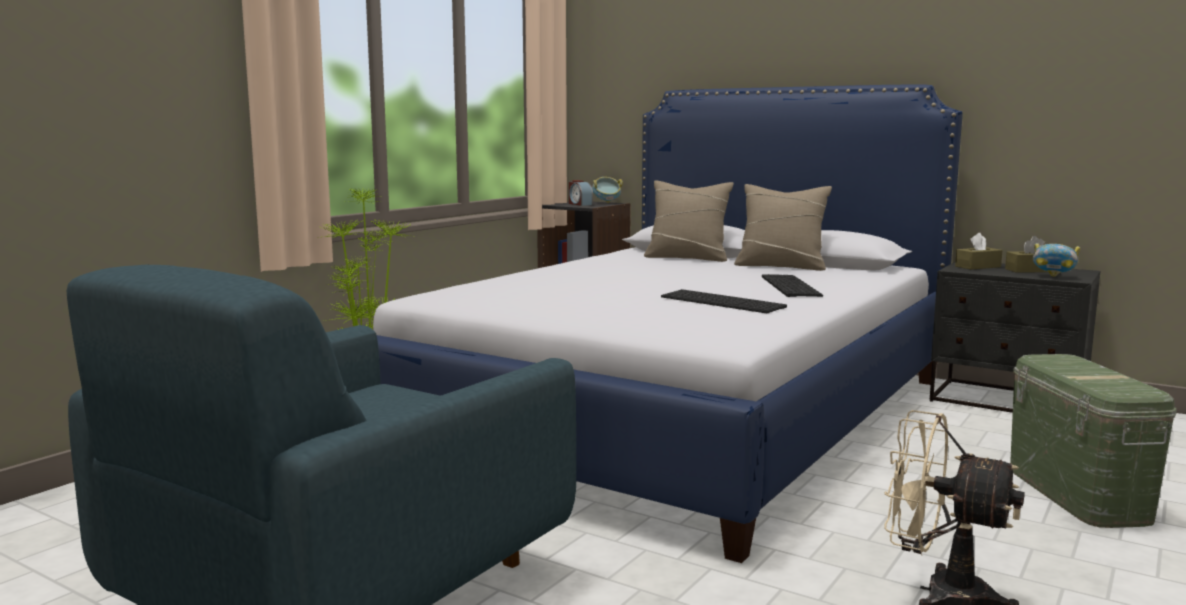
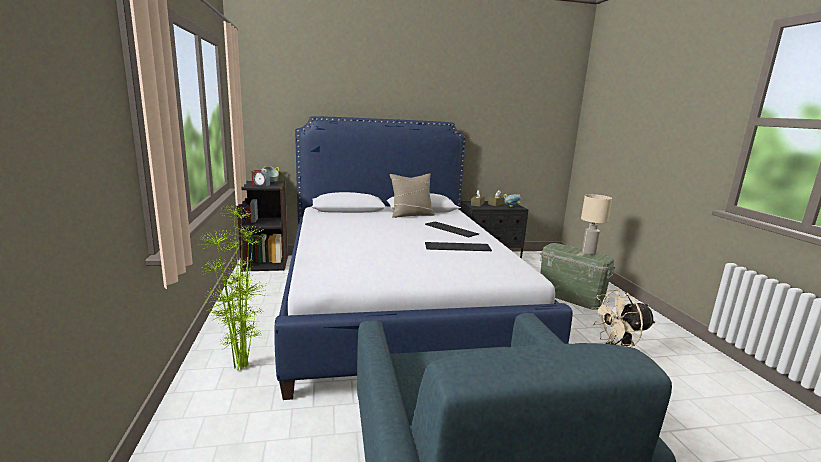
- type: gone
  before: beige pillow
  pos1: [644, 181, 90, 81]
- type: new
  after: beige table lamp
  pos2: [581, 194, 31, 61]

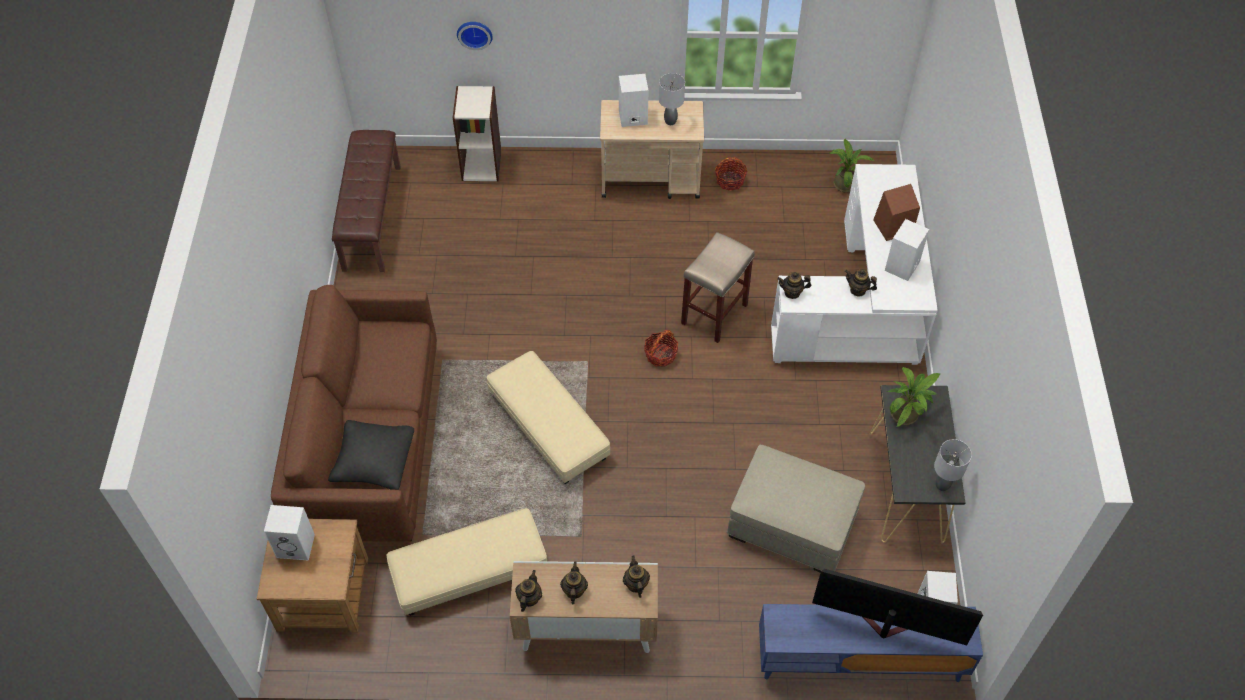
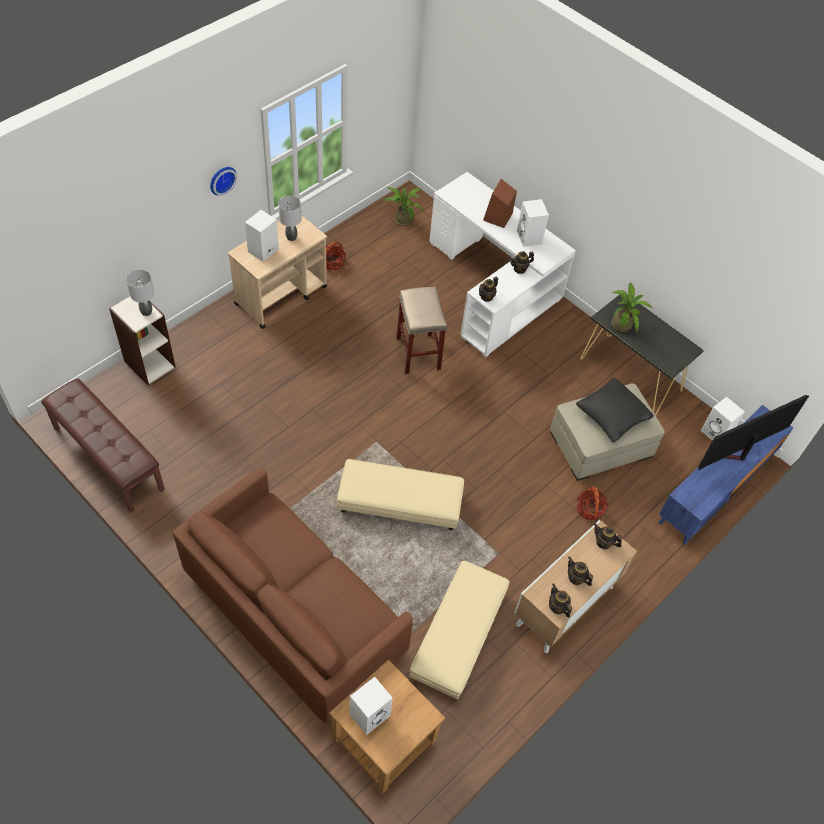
- type: shifted
  before: black pillow
  pos1: [328, 420, 86, 70]
  pos2: [576, 378, 78, 65]
- type: shifted
  before: wall clock
  pos1: [457, 22, 36, 28]
  pos2: [210, 167, 27, 29]
- type: shifted
  before: basket
  pos1: [644, 330, 34, 37]
  pos2: [577, 486, 31, 34]
- type: shifted
  before: grey table lamp
  pos1: [934, 439, 38, 52]
  pos2: [126, 269, 28, 47]

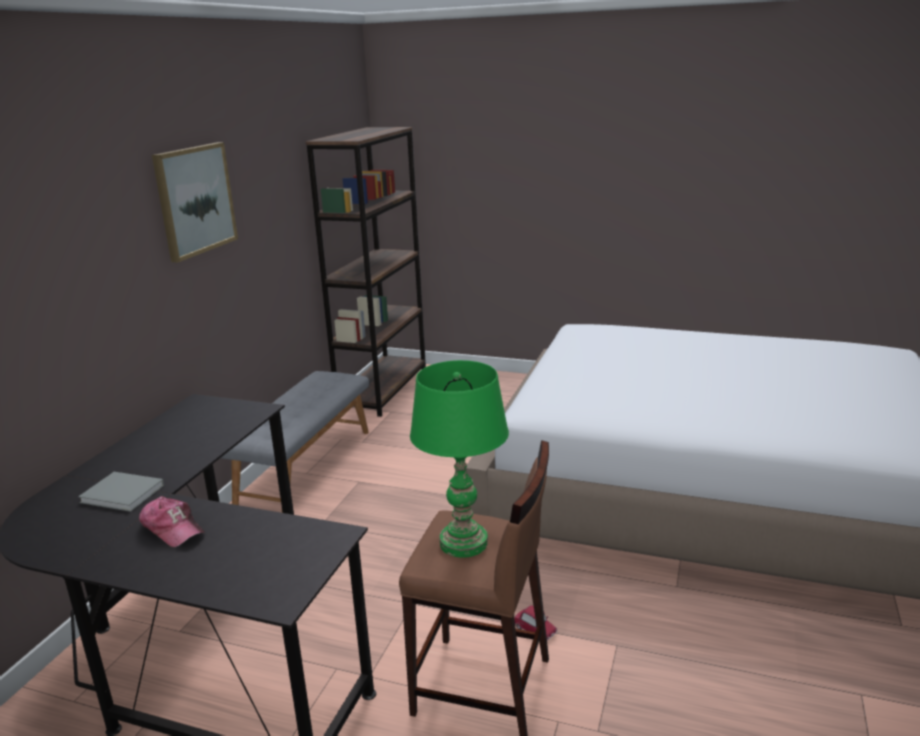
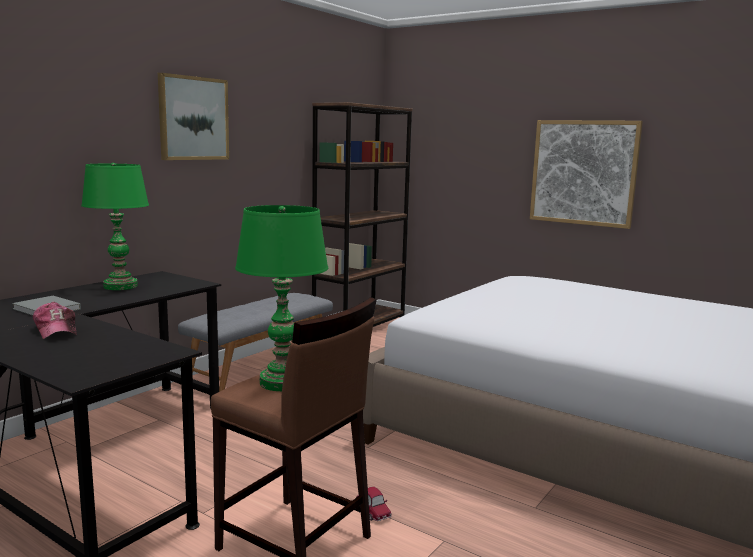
- type: new
  after: green table lamp
  pos2: [81, 163, 68, 127]
- type: new
  after: picture
  pos2: [530, 120, 113, 109]

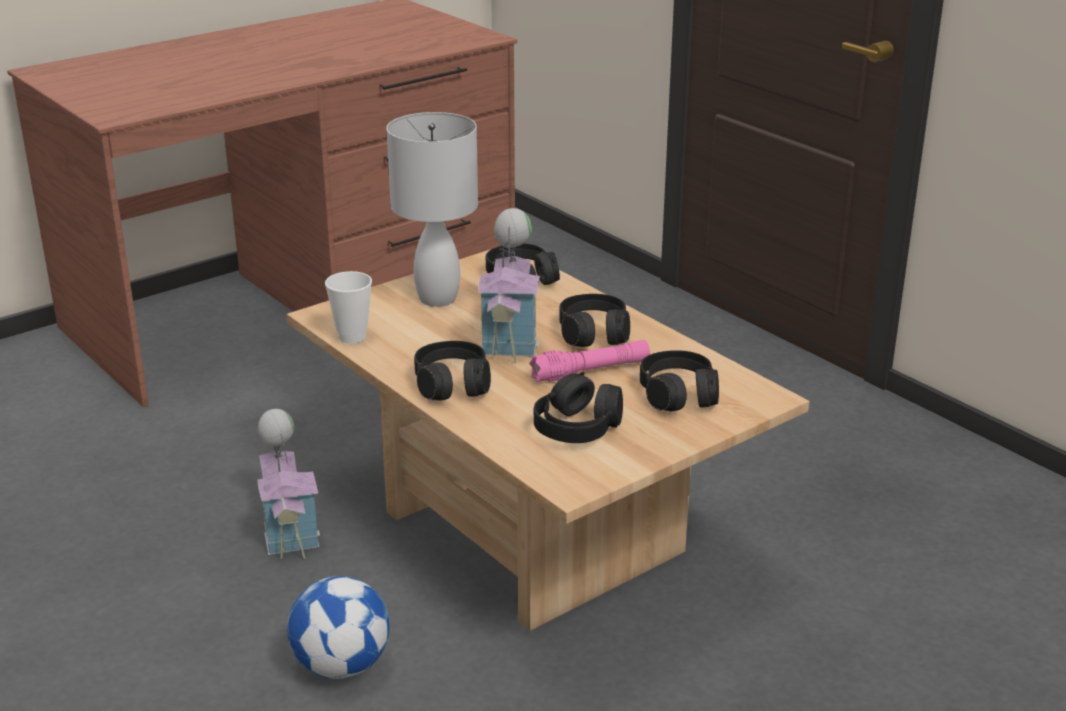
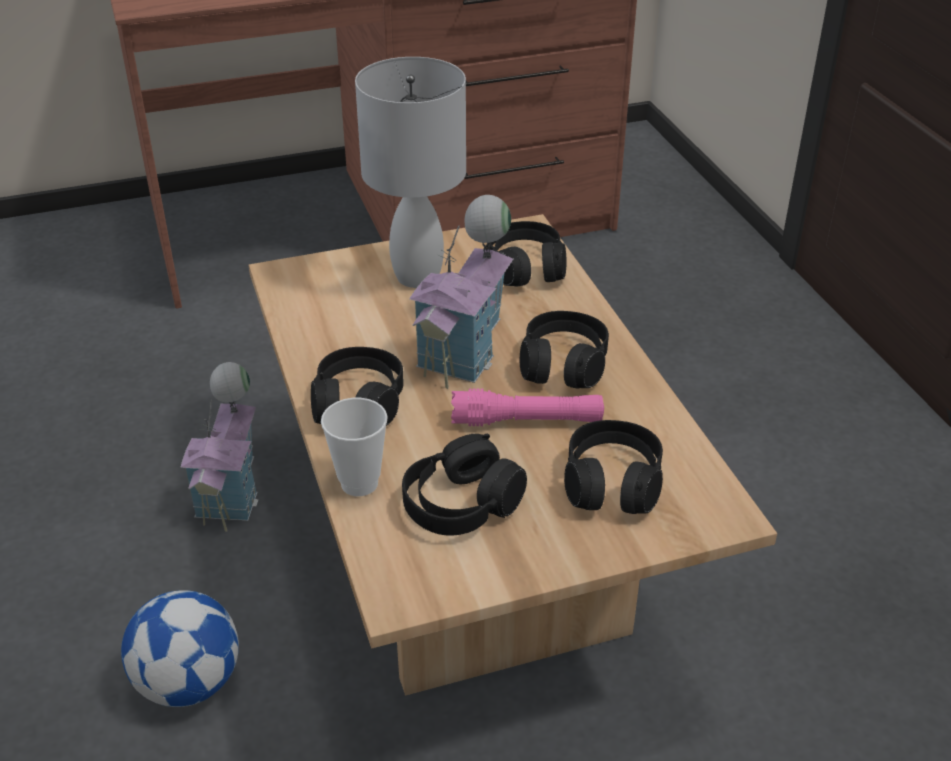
- type: shifted
  before: cup
  pos1: [325, 271, 47, 73]
  pos2: [321, 398, 67, 98]

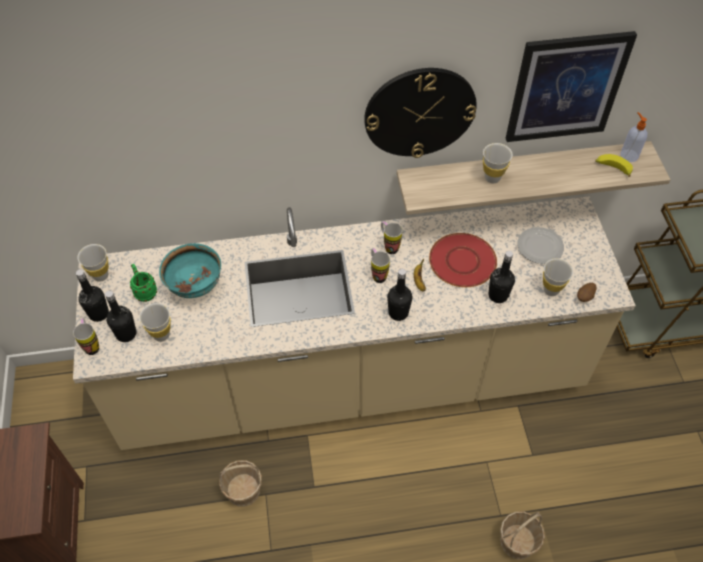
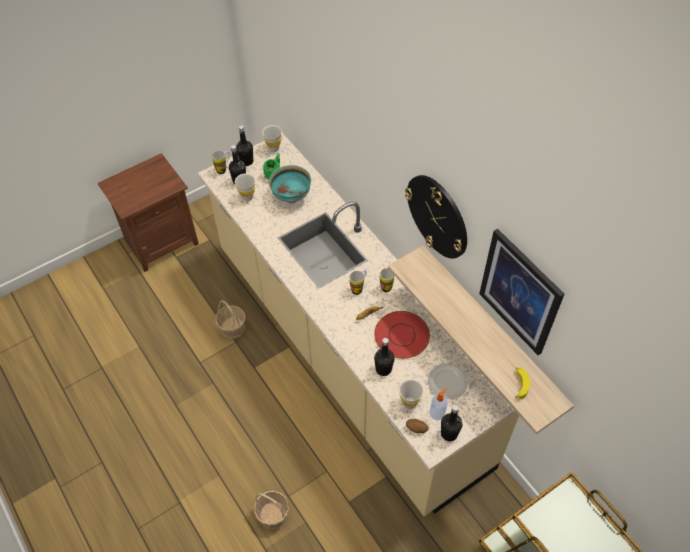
- type: gone
  before: white cup
  pos1: [483, 143, 30, 40]
- type: shifted
  before: black bottle
  pos1: [387, 269, 26, 52]
  pos2: [441, 405, 21, 36]
- type: shifted
  before: soap dispenser
  pos1: [620, 112, 27, 50]
  pos2: [430, 388, 18, 32]

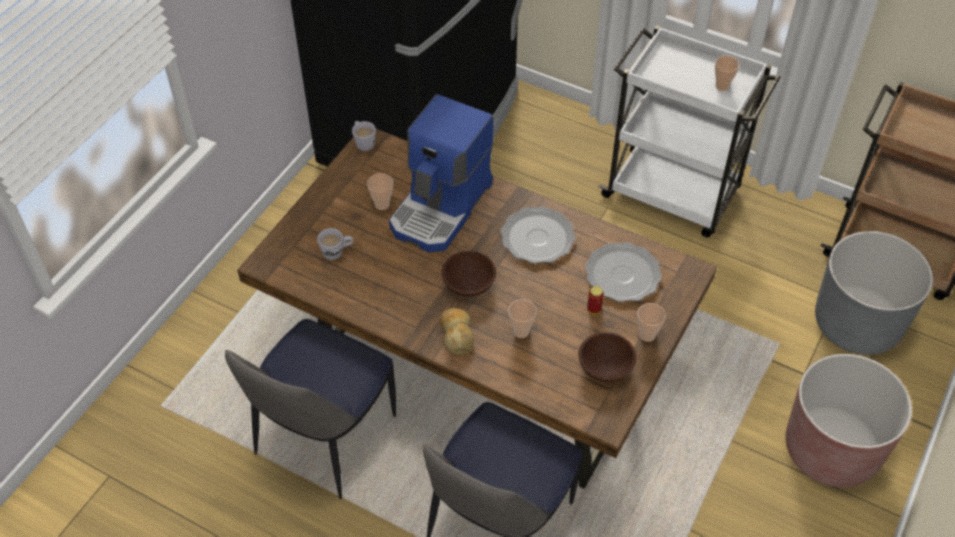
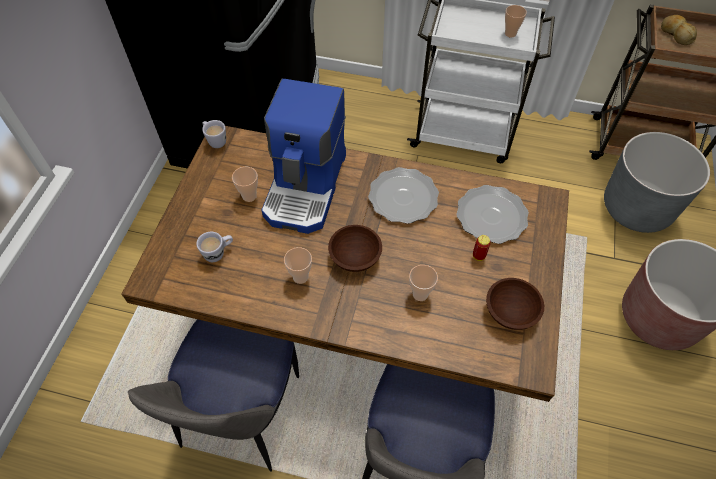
- type: shifted
  before: bread
  pos1: [439, 308, 35, 47]
  pos2: [661, 15, 36, 30]
- type: shifted
  before: cup
  pos1: [637, 303, 29, 39]
  pos2: [284, 247, 28, 37]

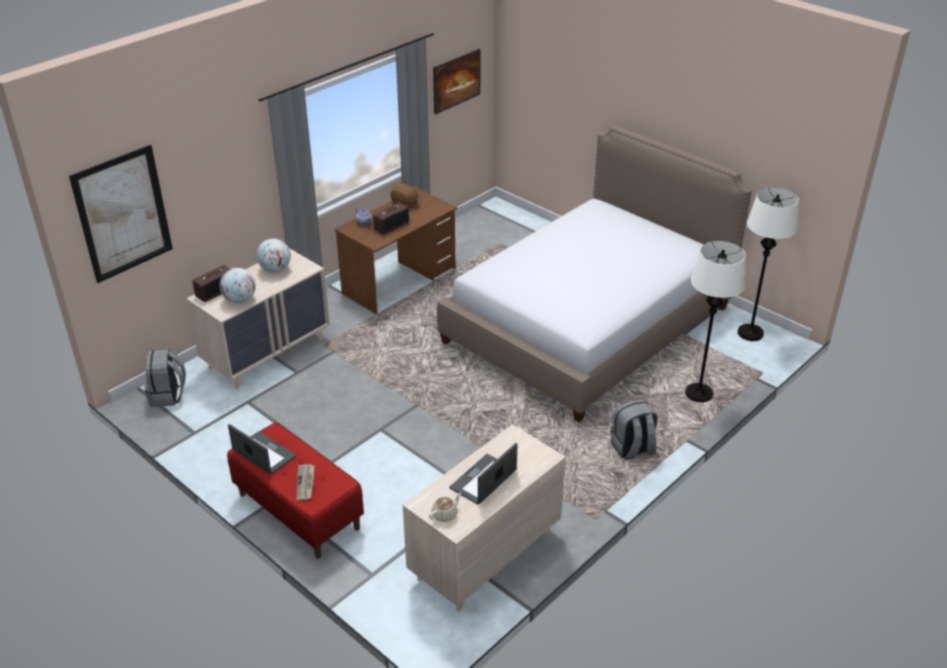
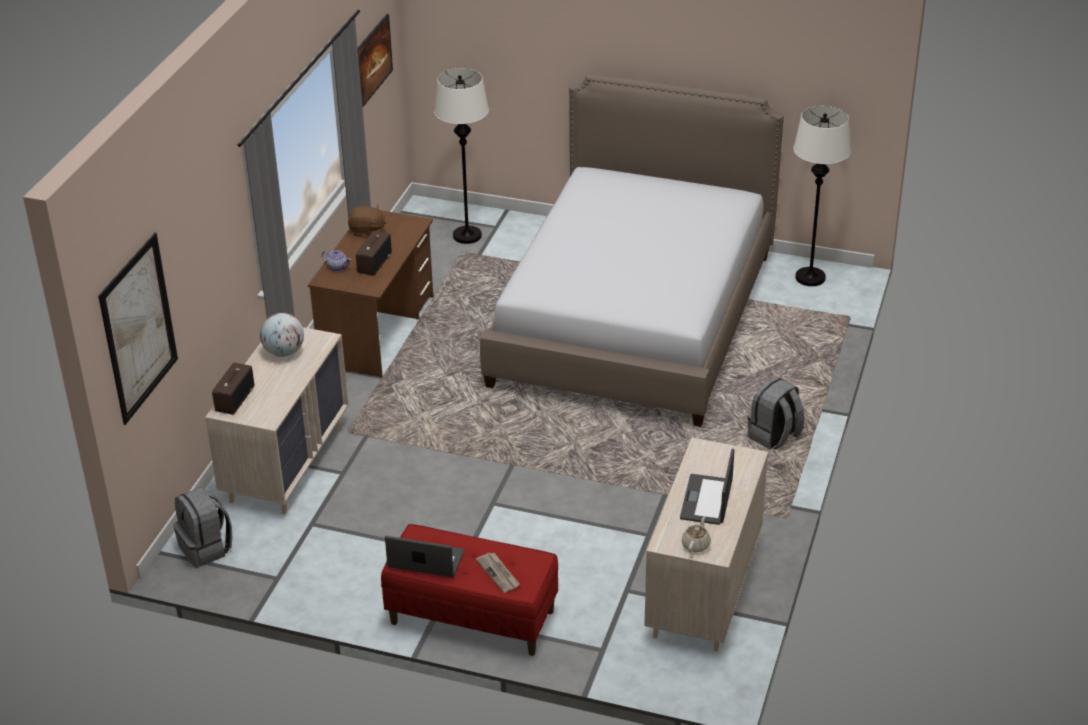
- type: gone
  before: globe
  pos1: [220, 268, 36, 35]
- type: shifted
  before: white floor lamp
  pos1: [685, 241, 61, 161]
  pos2: [434, 68, 55, 176]

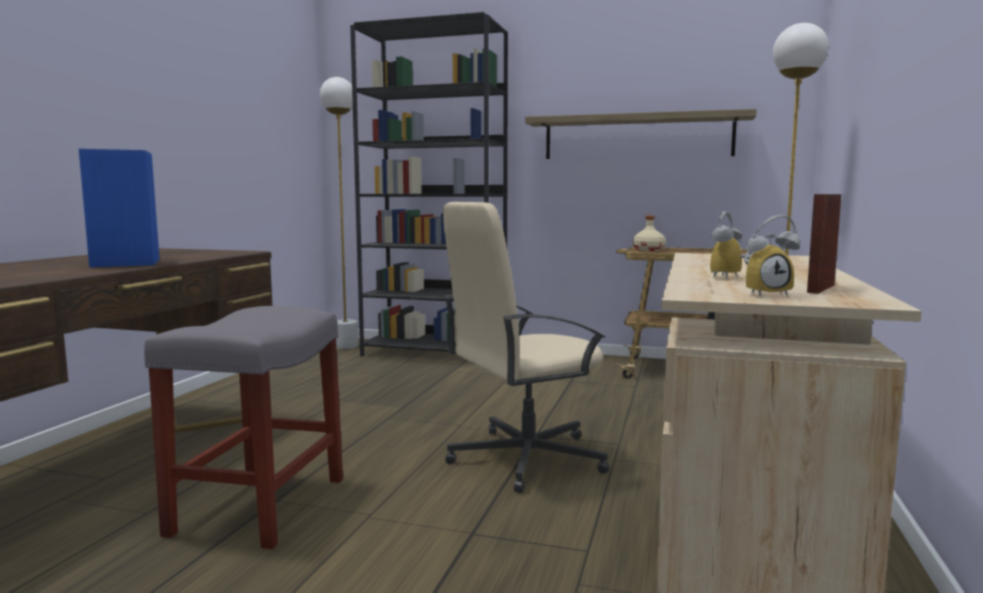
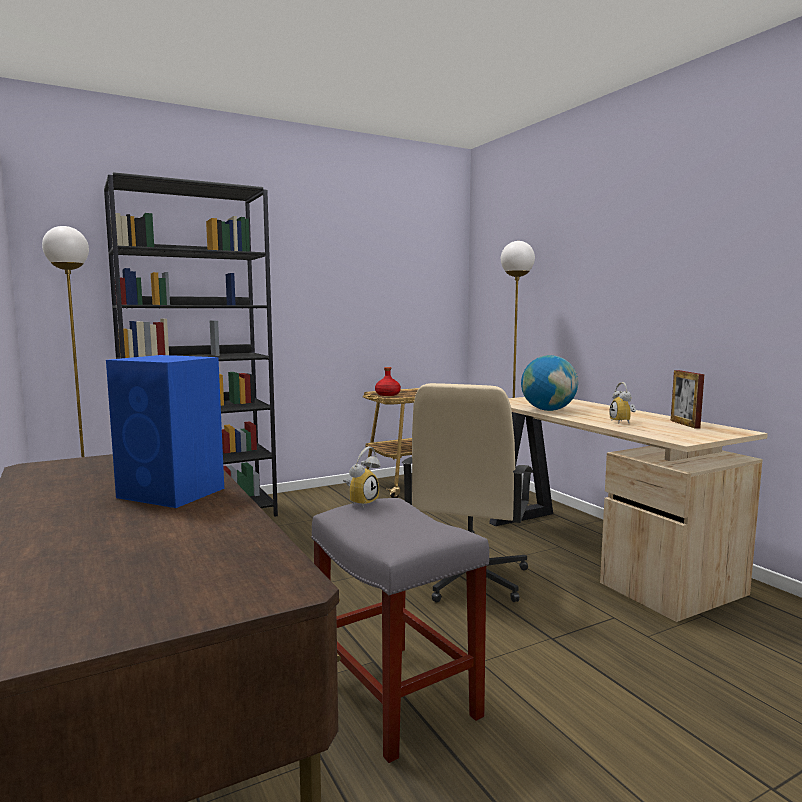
- type: gone
  before: shelf
  pos1: [525, 109, 232, 50]
- type: new
  after: globe
  pos2: [521, 355, 57, 56]
- type: shifted
  before: alarm clock
  pos1: [745, 215, 55, 82]
  pos2: [343, 447, 37, 61]
- type: repainted
  before: beige bottle
  after: red bottle
  pos1: [633, 215, 33, 36]
  pos2: [375, 367, 26, 29]

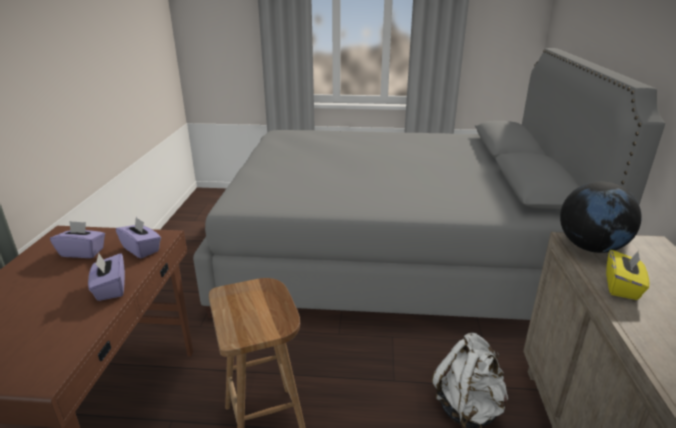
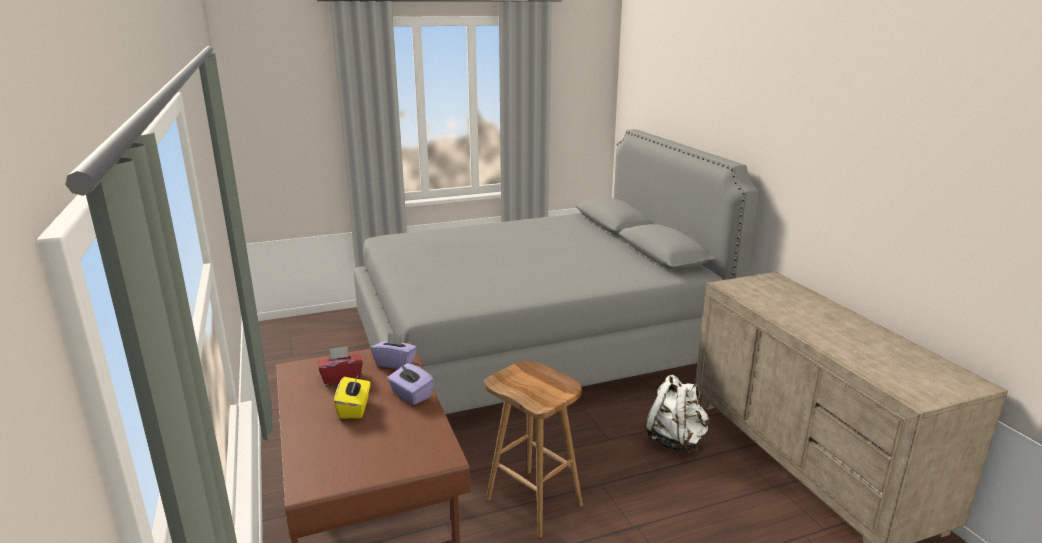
- type: gone
  before: globe
  pos1: [560, 181, 82, 72]
- type: shifted
  before: yellow tissue box
  pos1: [606, 250, 44, 50]
  pos2: [334, 374, 36, 45]
- type: repainted
  before: purple tissue box
  after: red tissue box
  pos1: [50, 221, 55, 37]
  pos2: [318, 346, 45, 39]

